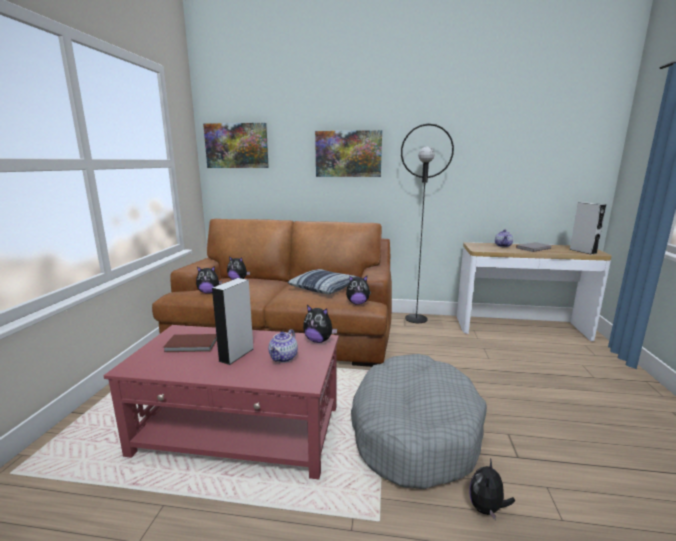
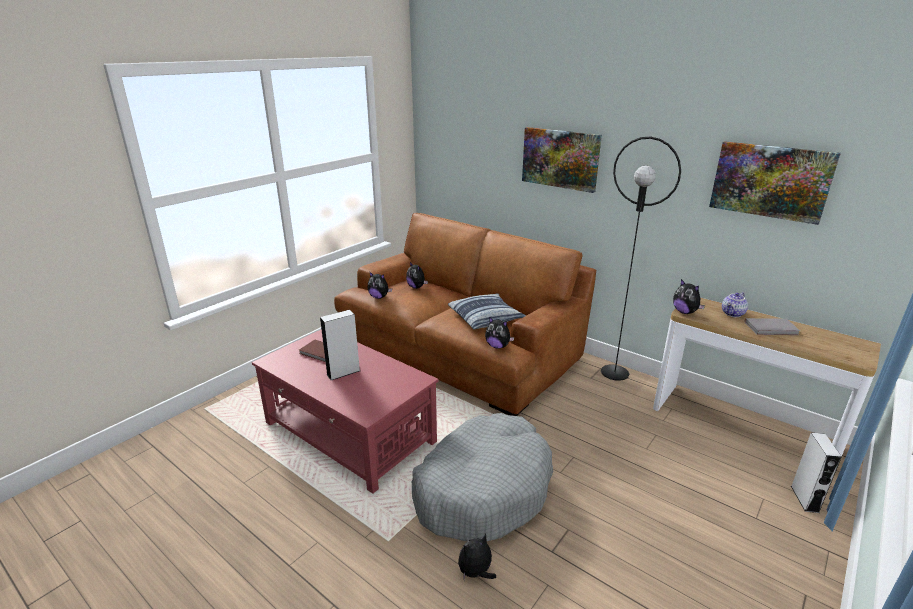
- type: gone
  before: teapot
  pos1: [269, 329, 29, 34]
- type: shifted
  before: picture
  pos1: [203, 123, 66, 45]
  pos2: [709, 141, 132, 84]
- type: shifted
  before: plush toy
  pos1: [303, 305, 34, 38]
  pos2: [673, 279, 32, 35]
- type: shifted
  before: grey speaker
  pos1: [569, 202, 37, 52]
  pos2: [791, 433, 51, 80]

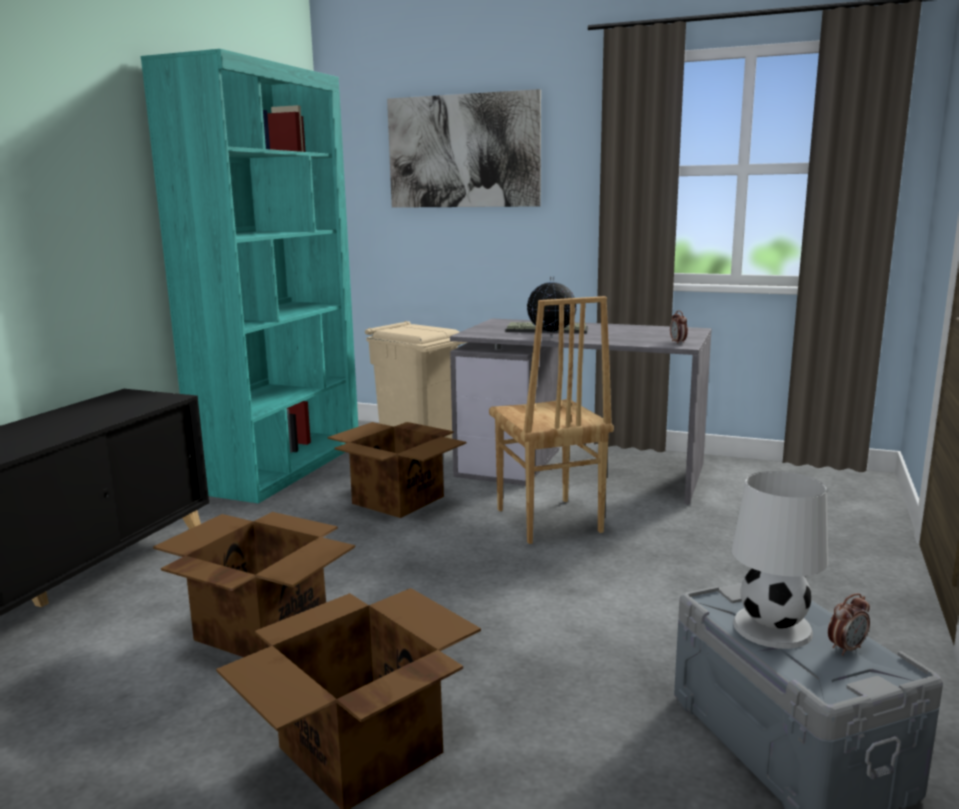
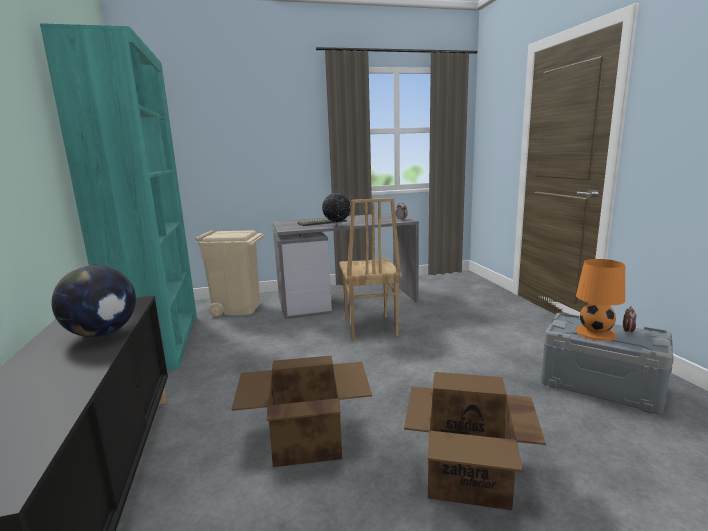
- type: gone
  before: cardboard box
  pos1: [328, 422, 138, 96]
- type: gone
  before: picture
  pos1: [387, 89, 154, 119]
- type: new
  after: globe
  pos2: [51, 265, 85, 72]
- type: repainted
  before: white table lamp
  after: orange table lamp
  pos1: [731, 471, 97, 178]
  pos2: [576, 259, 49, 82]
- type: rotated
  before: brown chair
  pos1: [489, 296, 125, 248]
  pos2: [339, 198, 63, 142]
  turn: 45

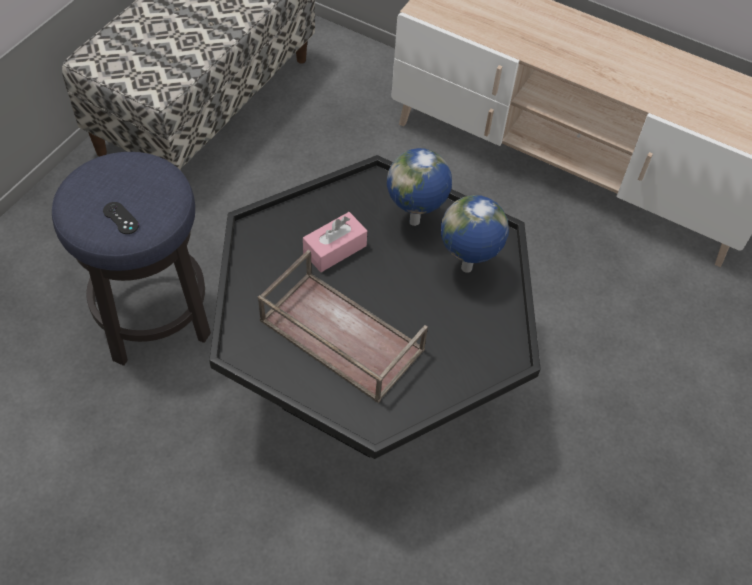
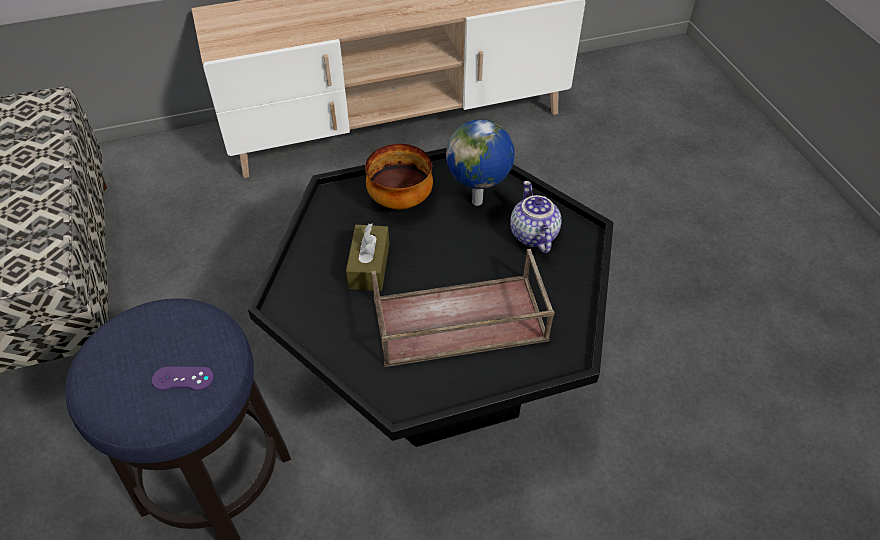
- type: new
  after: teapot
  pos2: [510, 181, 52, 72]
- type: swapped
  before: globe
  after: bowl
  pos1: [387, 148, 65, 78]
  pos2: [365, 144, 68, 66]
- type: repainted
  before: black game controller
  after: purple game controller
  pos1: [103, 202, 36, 32]
  pos2: [152, 367, 62, 23]
- type: repainted
  before: pink tissue box
  after: brown tissue box
  pos1: [303, 212, 64, 60]
  pos2: [346, 223, 43, 68]

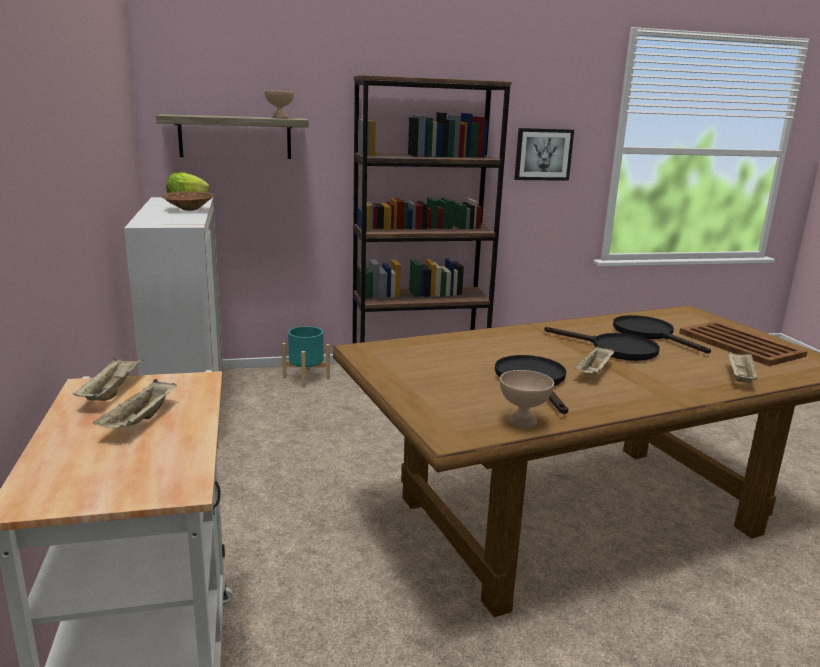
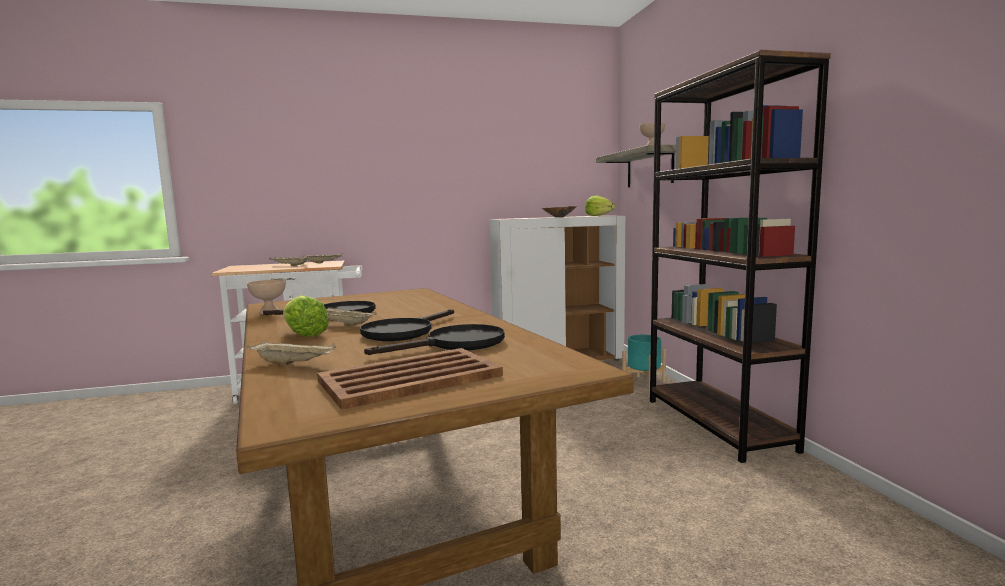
- type: gone
  before: picture
  pos1: [514, 128, 60, 53]
- type: new
  after: lettuce
  pos2: [283, 295, 46, 42]

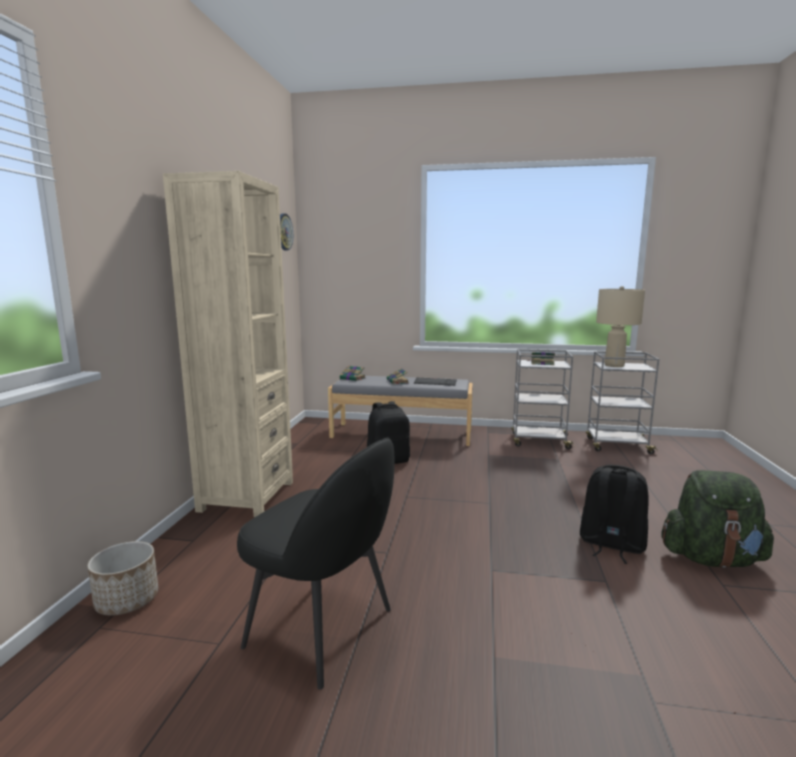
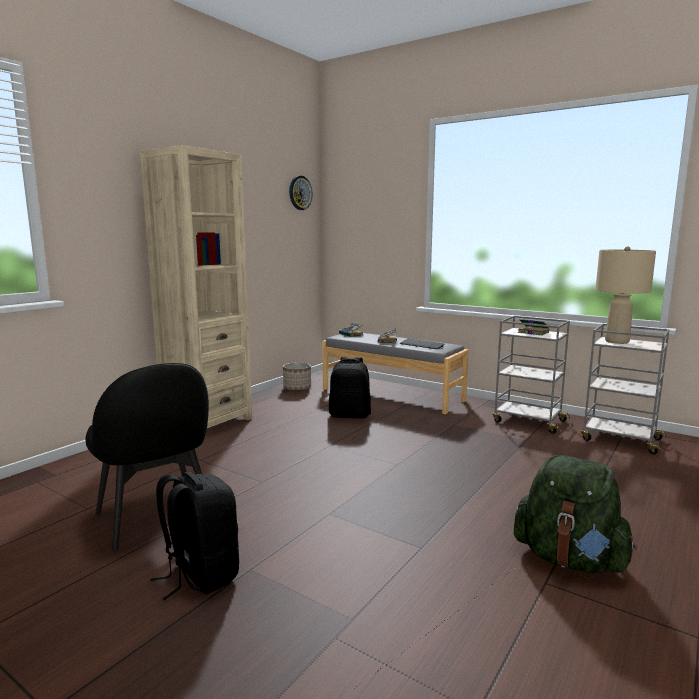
- type: shifted
  before: planter
  pos1: [87, 541, 71, 75]
  pos2: [283, 362, 28, 29]
- type: shifted
  before: black backpack
  pos1: [580, 465, 69, 99]
  pos2: [150, 472, 89, 128]

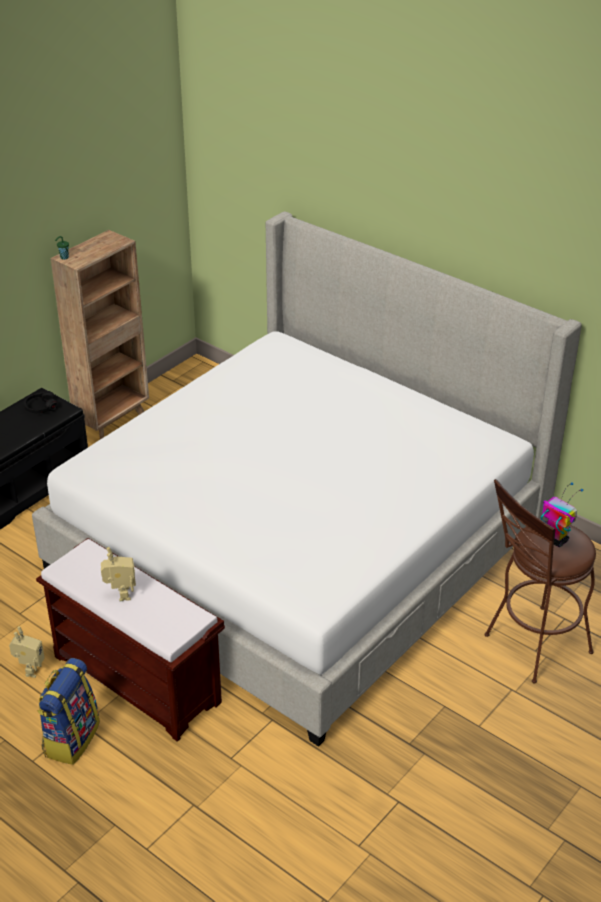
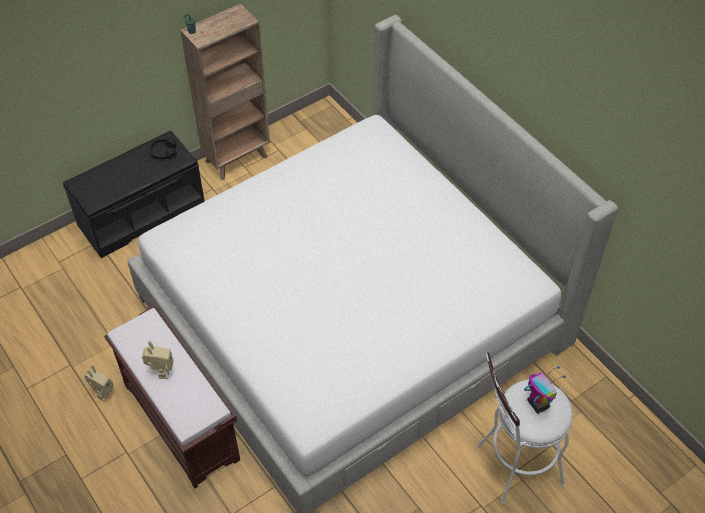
- type: gone
  before: backpack
  pos1: [37, 658, 63, 107]
- type: repainted
  before: brown stool
  after: white stool
  pos1: [485, 479, 111, 204]
  pos2: [477, 352, 96, 152]

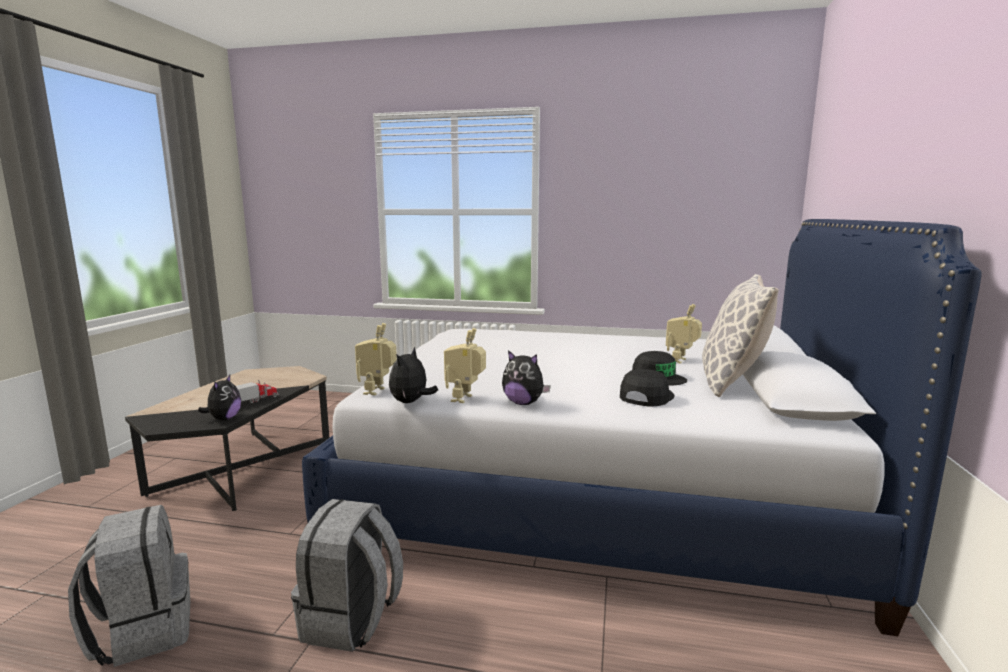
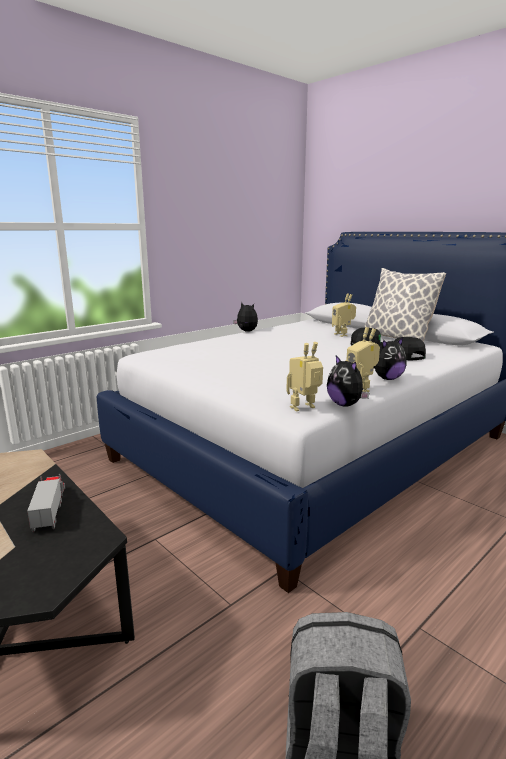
- type: gone
  before: grey backpack
  pos1: [291, 499, 112, 153]
- type: shifted
  before: plush toy
  pos1: [198, 375, 43, 46]
  pos2: [233, 302, 25, 30]
- type: rotated
  before: toy robot
  pos1: [355, 323, 42, 72]
  pos2: [286, 342, 37, 69]
  turn: 105

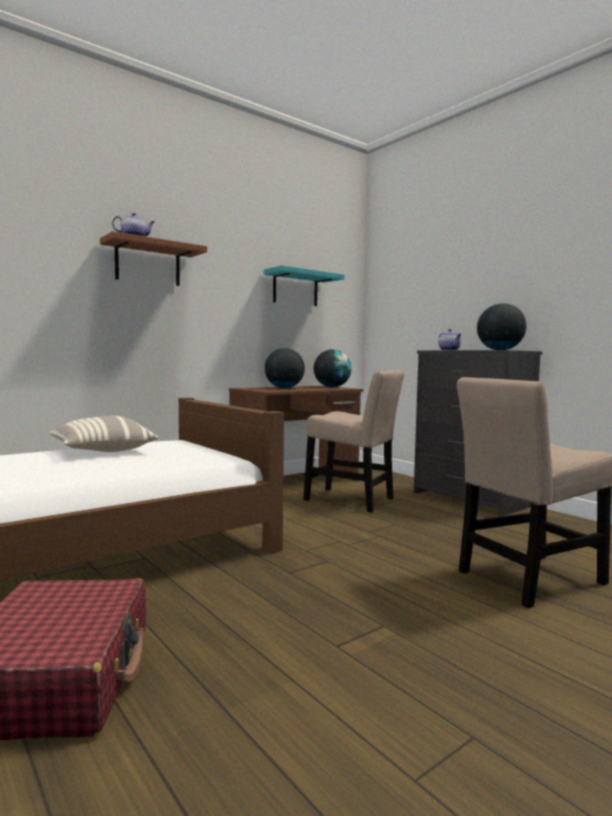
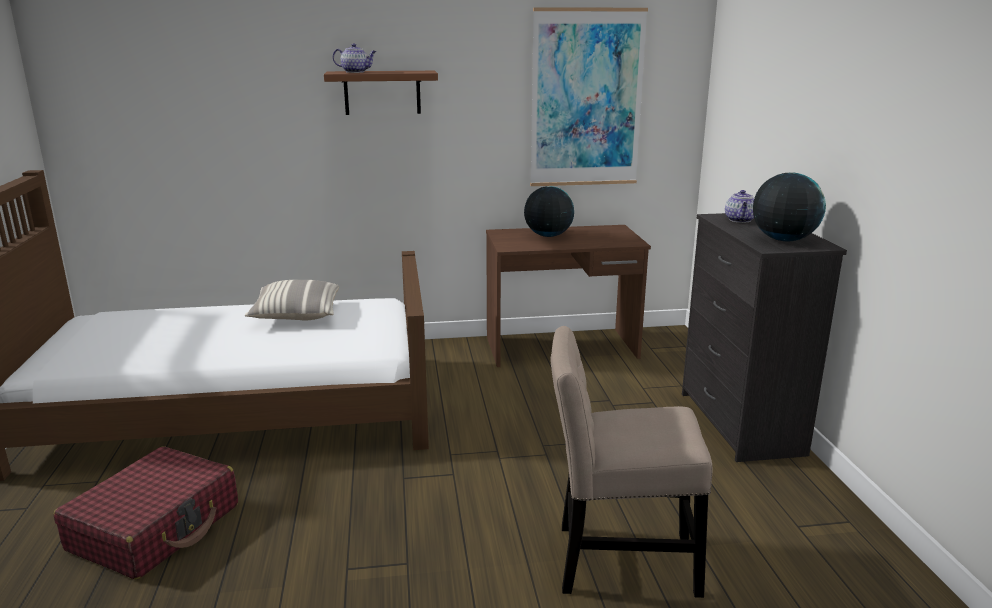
- type: gone
  before: beige chair
  pos1: [303, 370, 101, 143]
- type: gone
  before: globe
  pos1: [314, 349, 38, 39]
- type: swapped
  before: turquoise shelf
  after: picture
  pos1: [264, 265, 81, 41]
  pos2: [530, 7, 118, 179]

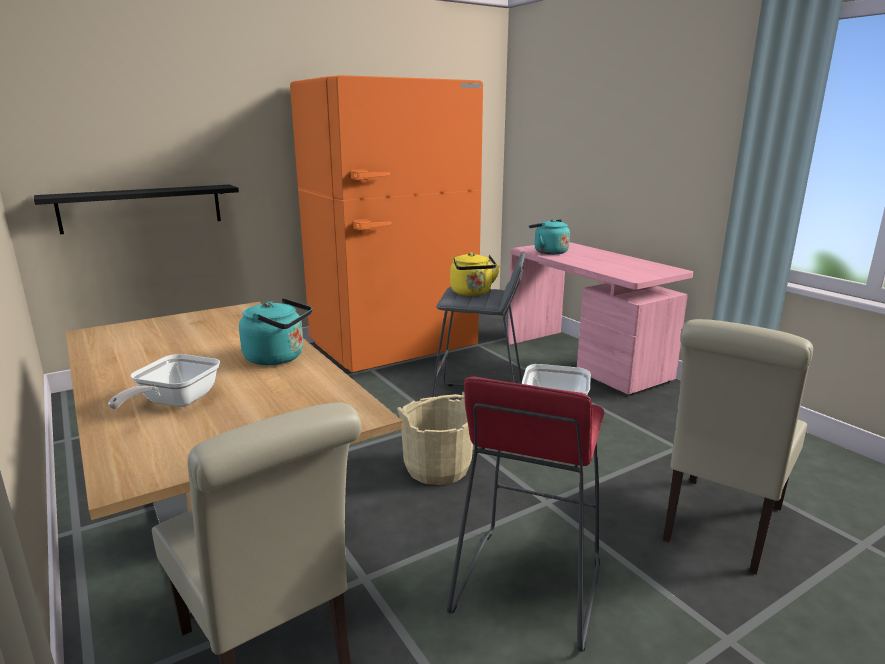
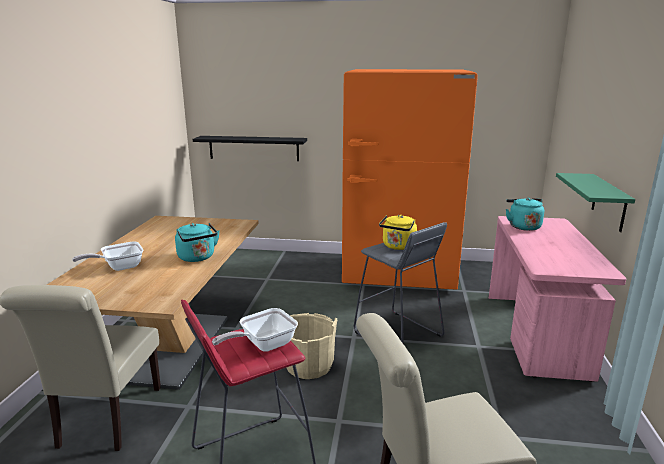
- type: new
  after: green shelf
  pos2: [556, 173, 79, 59]

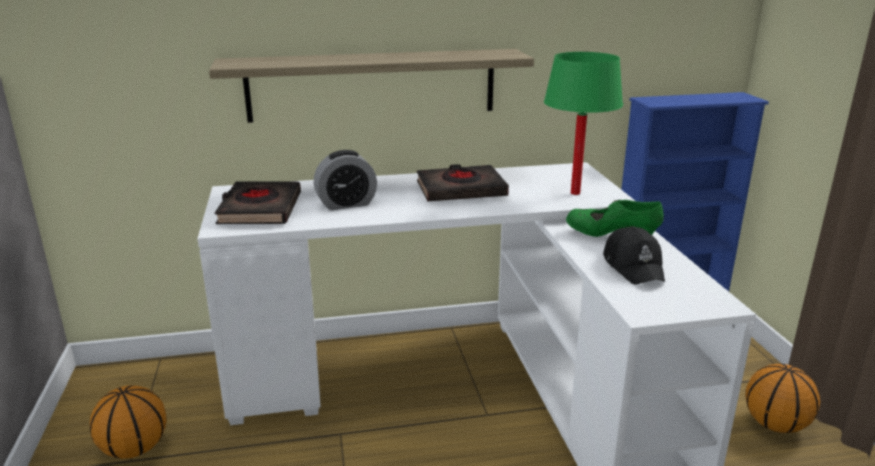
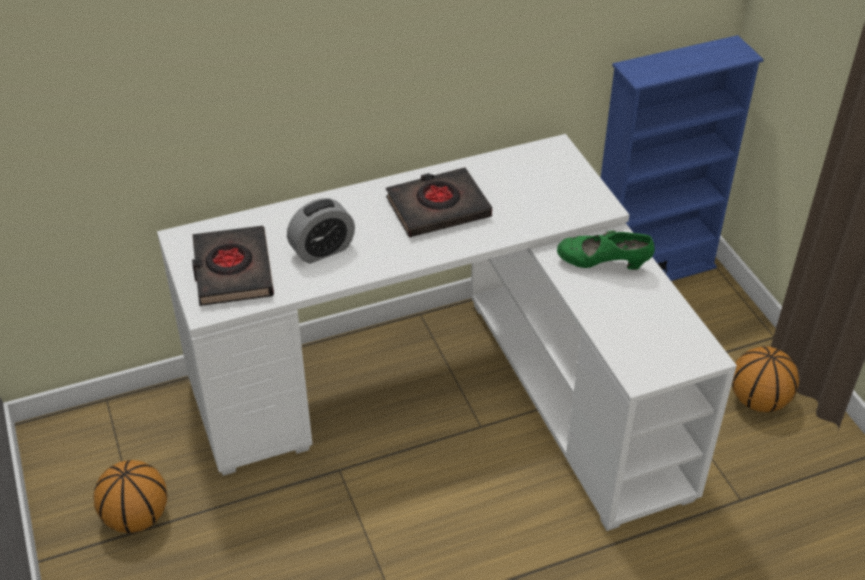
- type: gone
  before: shelf
  pos1: [209, 49, 325, 74]
- type: gone
  before: green table lamp
  pos1: [544, 52, 79, 143]
- type: gone
  before: black cap
  pos1: [603, 227, 62, 58]

